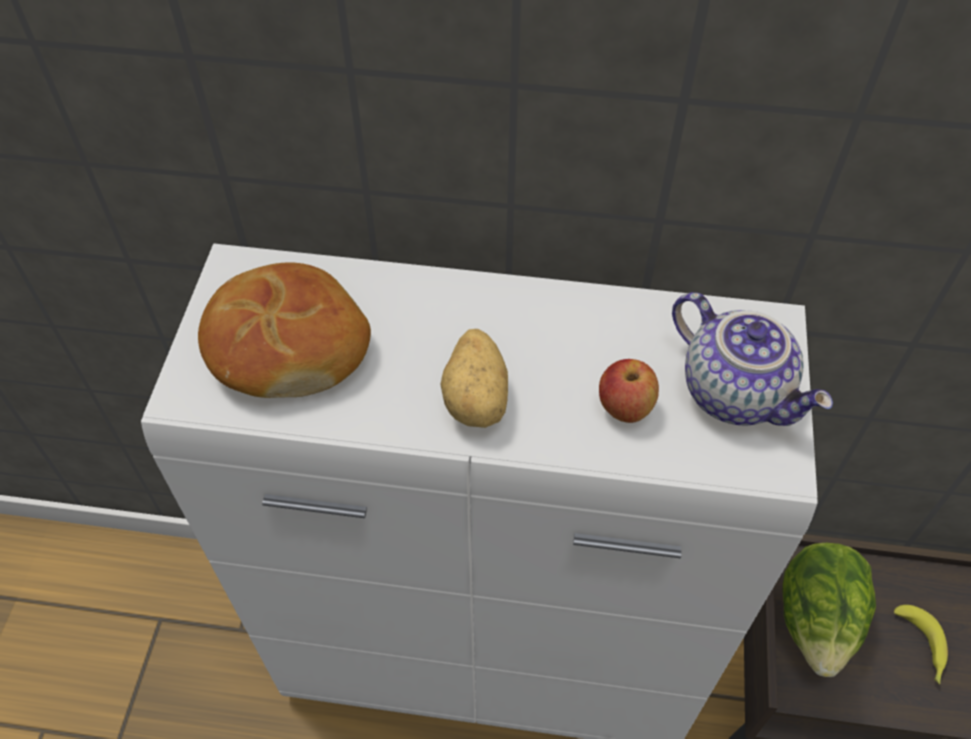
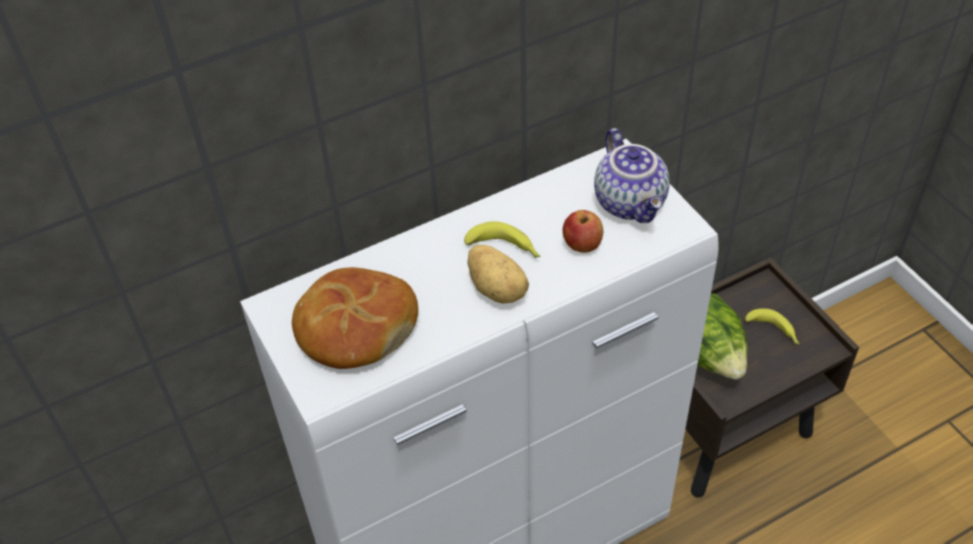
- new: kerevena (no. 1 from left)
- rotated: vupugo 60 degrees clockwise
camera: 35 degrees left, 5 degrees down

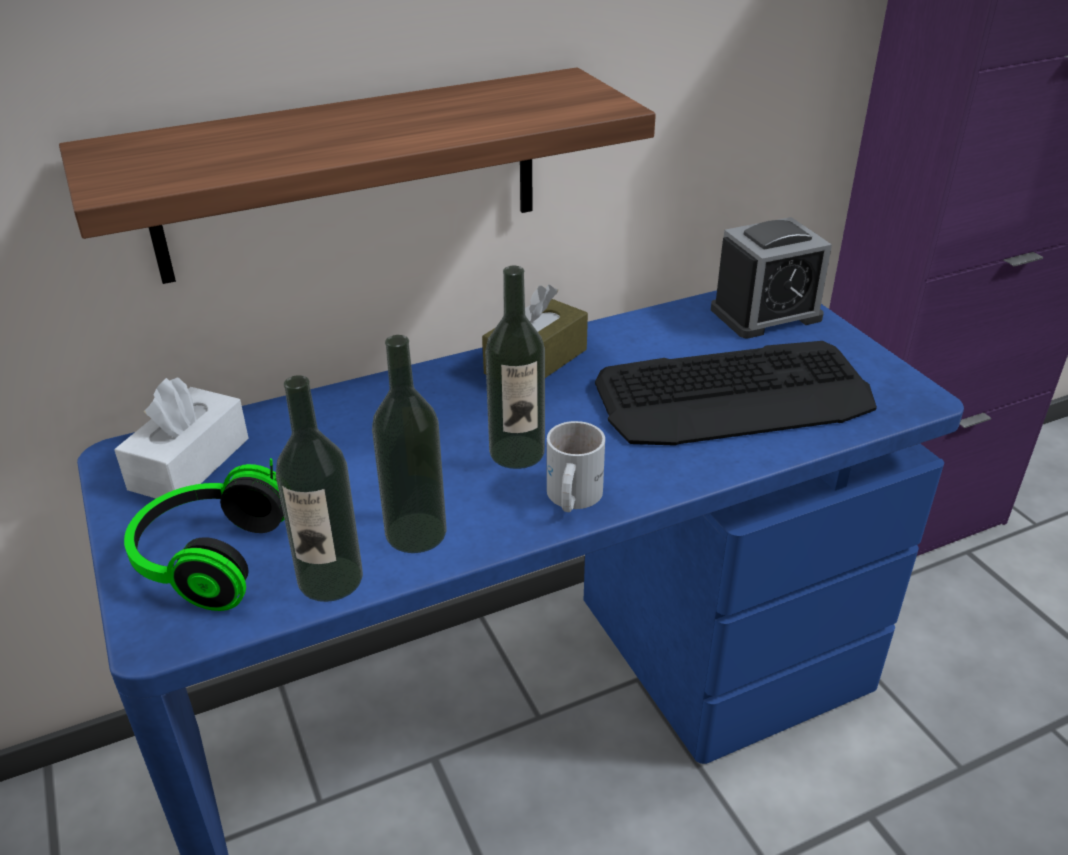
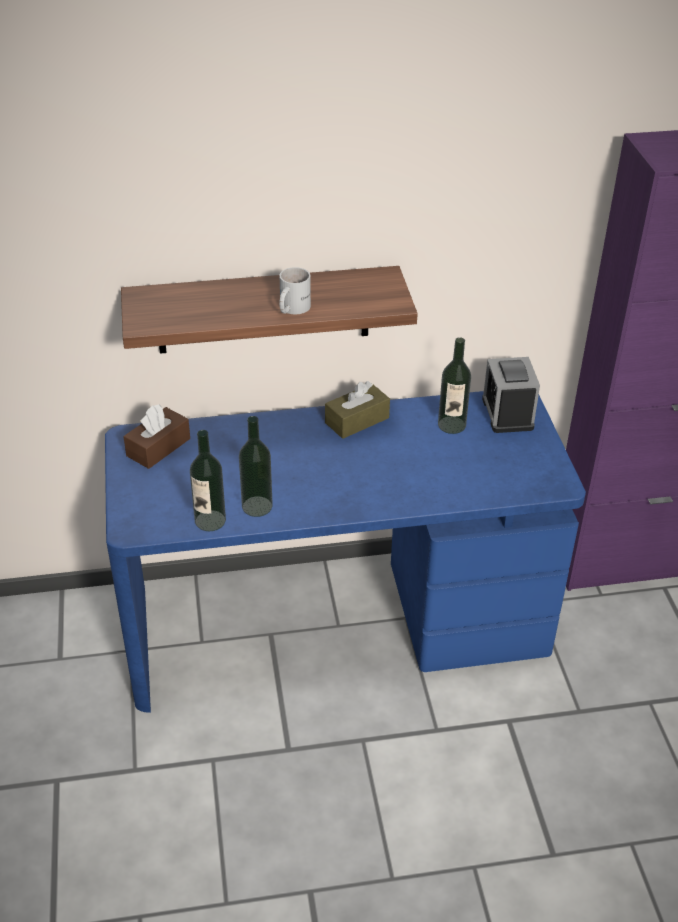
- repainted: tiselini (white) to tiselini (brown) (no. 1 from left)
- shifted: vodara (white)
- shifted: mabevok (no. 3 from left)
- rotated: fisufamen 90 degrees clockwise
- gone: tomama
- gone: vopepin
camera: 15 degrees right, 5 degrees up

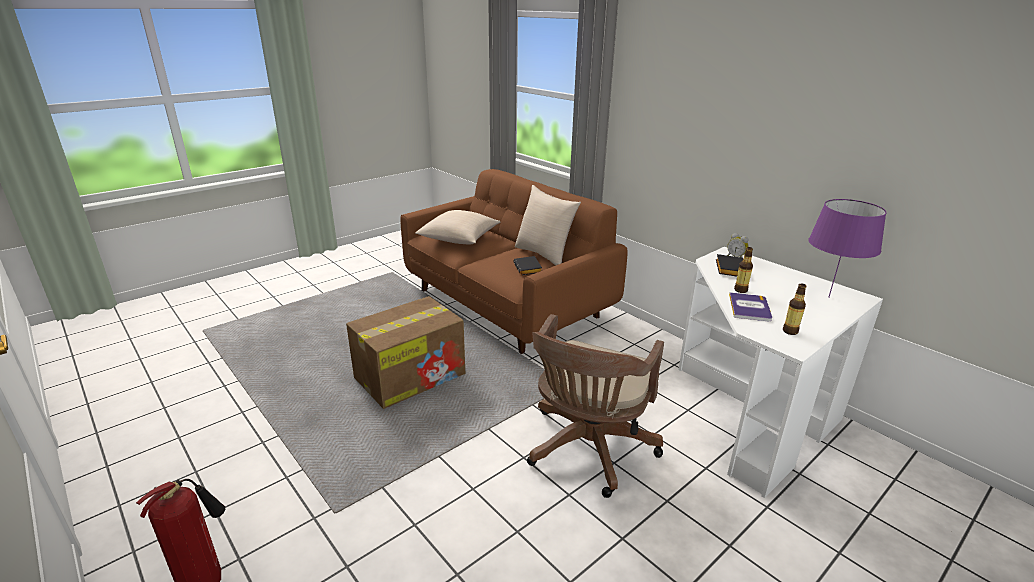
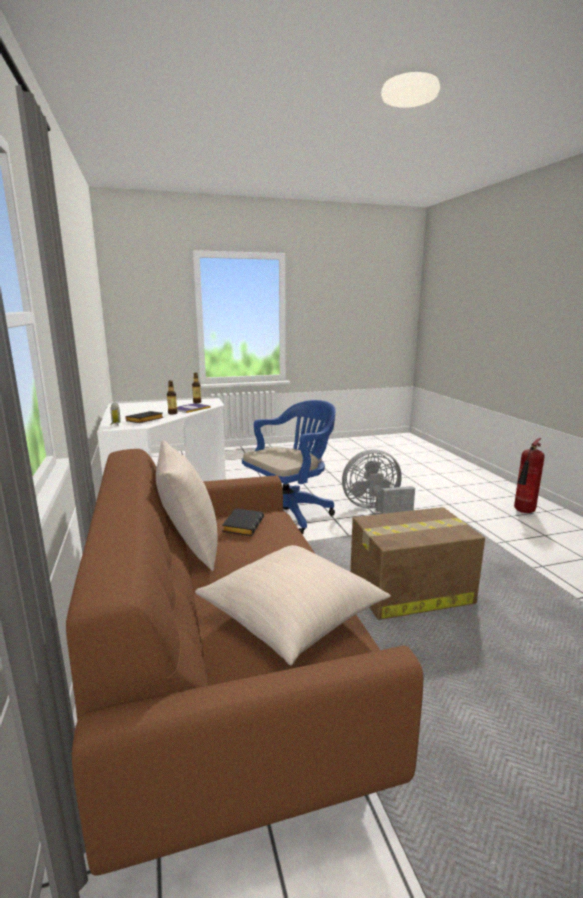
- repainted: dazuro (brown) to dazuro (blue)
- new: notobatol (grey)
- gone: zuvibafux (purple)
camera: 155 degrees left, 10 degrees down

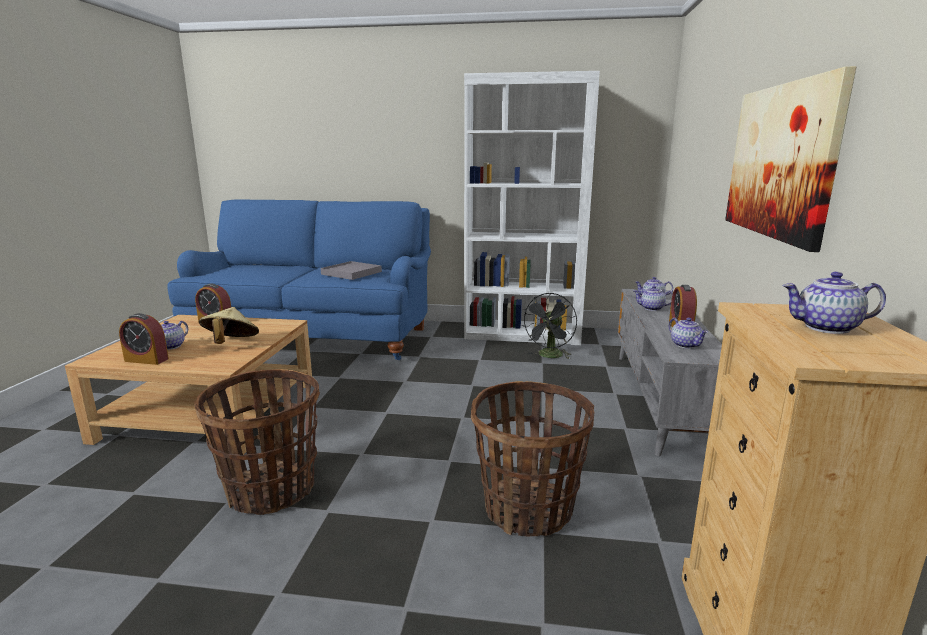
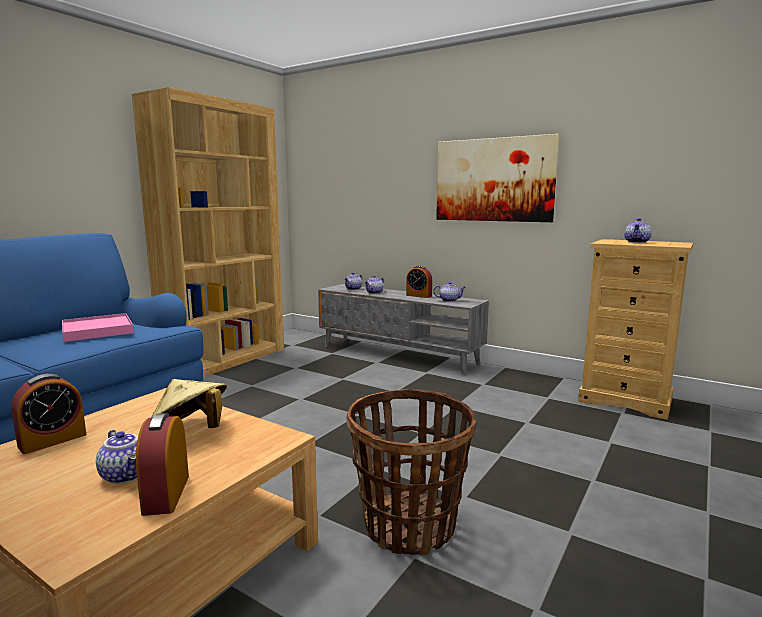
- repainted: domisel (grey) to domisel (pink)
- repainted: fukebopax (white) to fukebopax (brown)
- rotated: fisufamen (no. 1 from left in the first image) 135 degrees clockwise
- gone: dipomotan (no. 2 from left)
- gone: notobatol (black)
camera: 65 degrees left, 5 degrees down

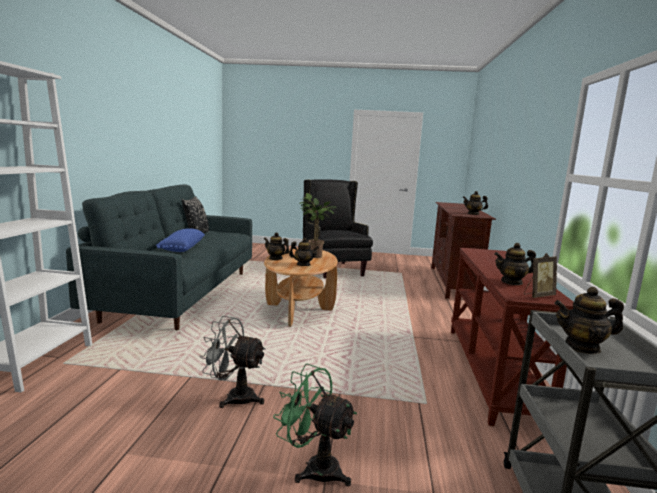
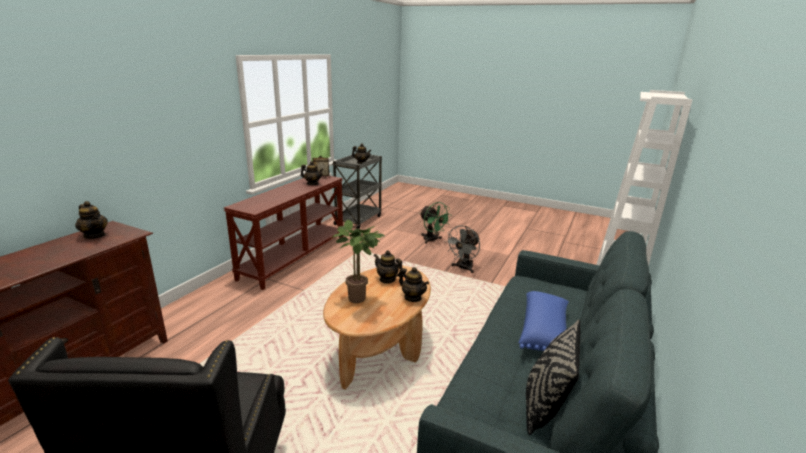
- rotated: notobatol (grey) 90 degrees clockwise
camera: 160 degrees left, 10 degrees up

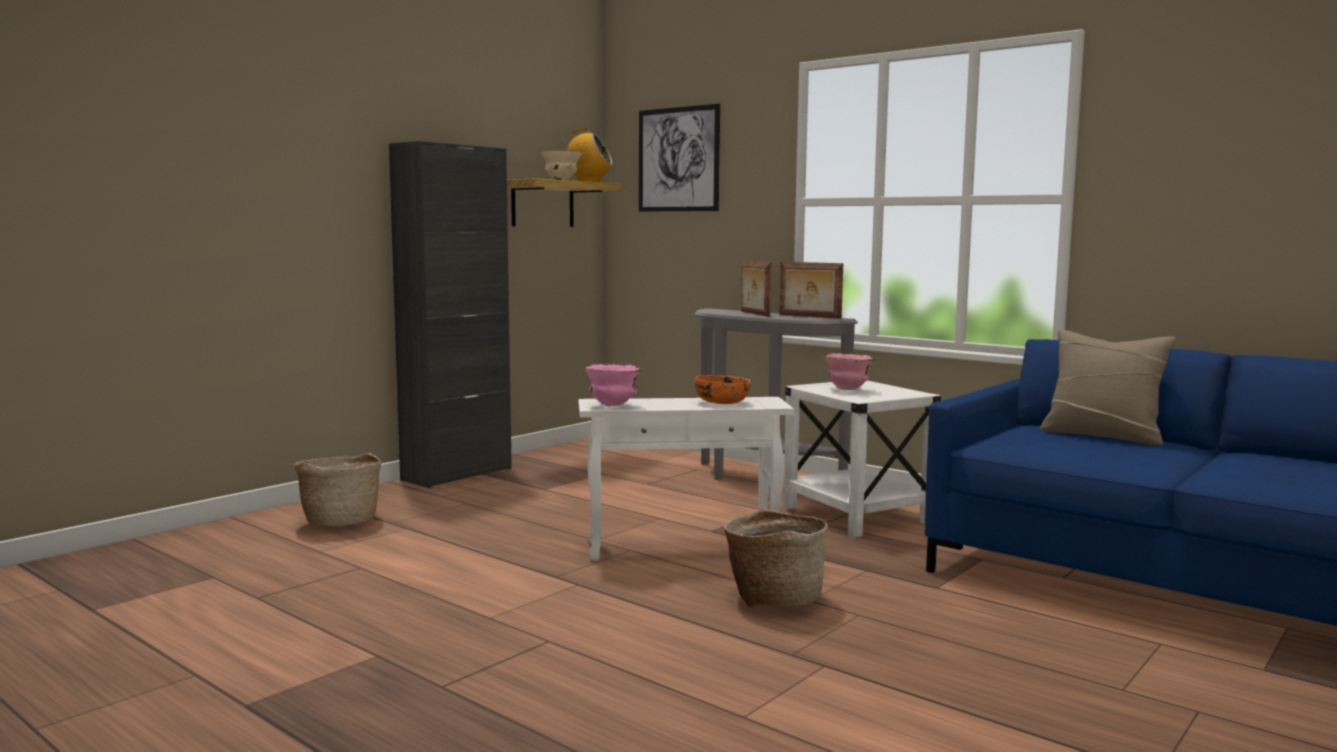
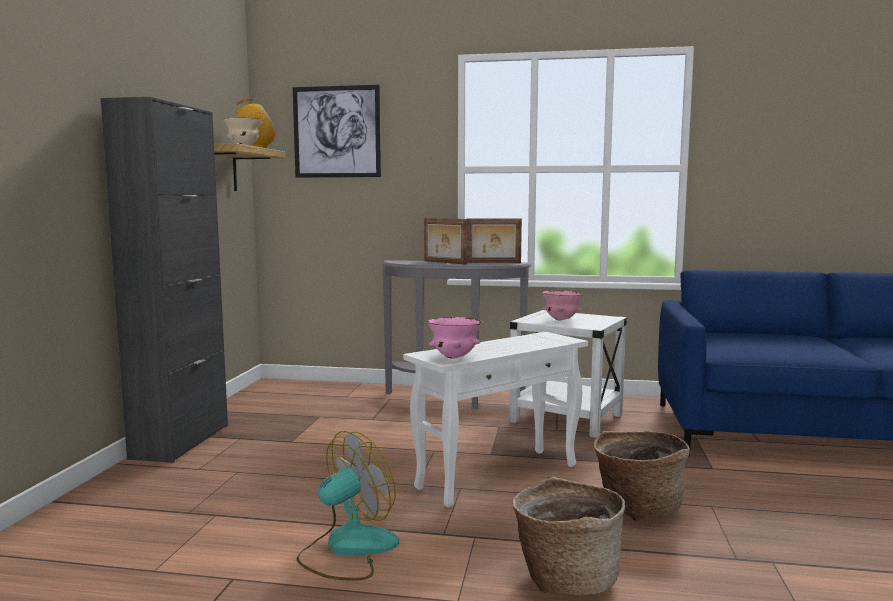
- new: notobatol
- shifted: dipomotan (no. 1 from left)
- gone: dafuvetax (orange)
- gone: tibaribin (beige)
camera: 30 degrees left, 0 degrees up

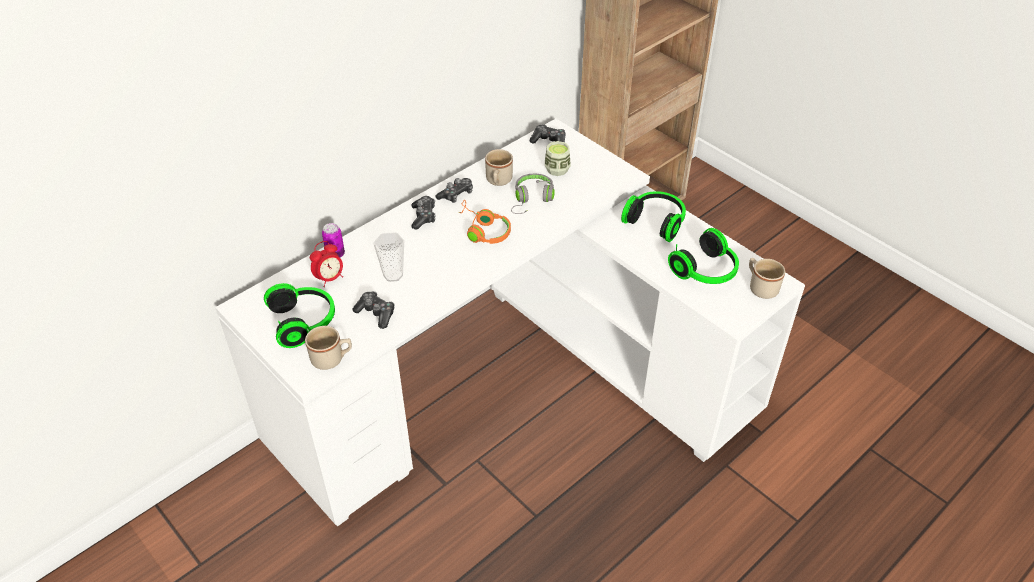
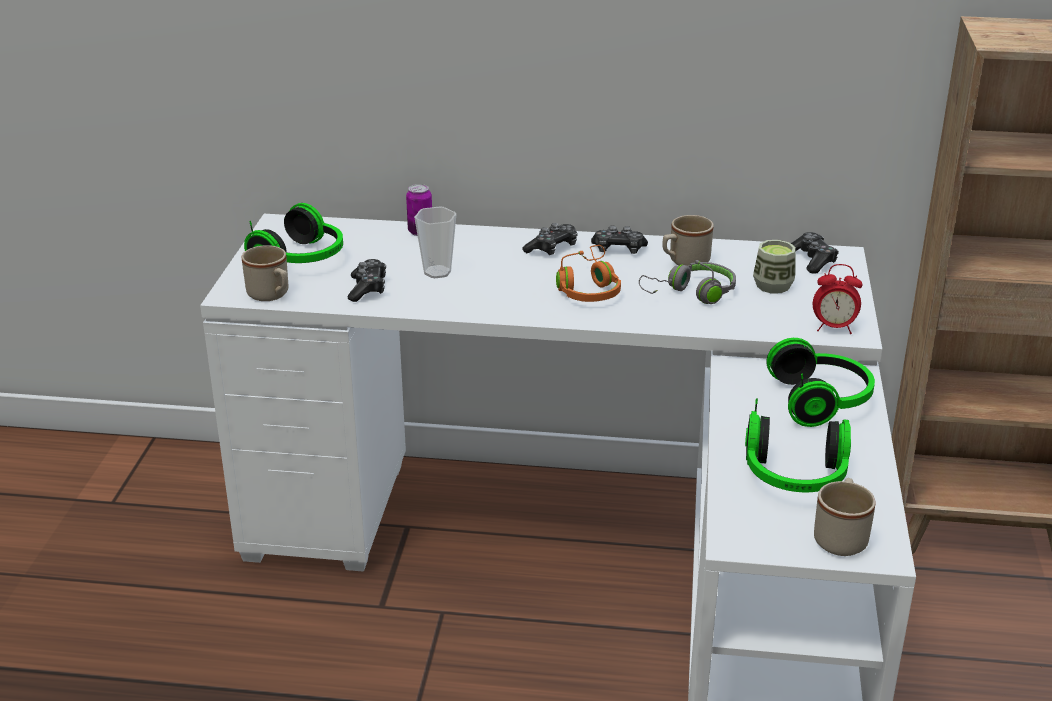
- shifted: fisufamen
camera: 50 degrees right, 15 degrees down

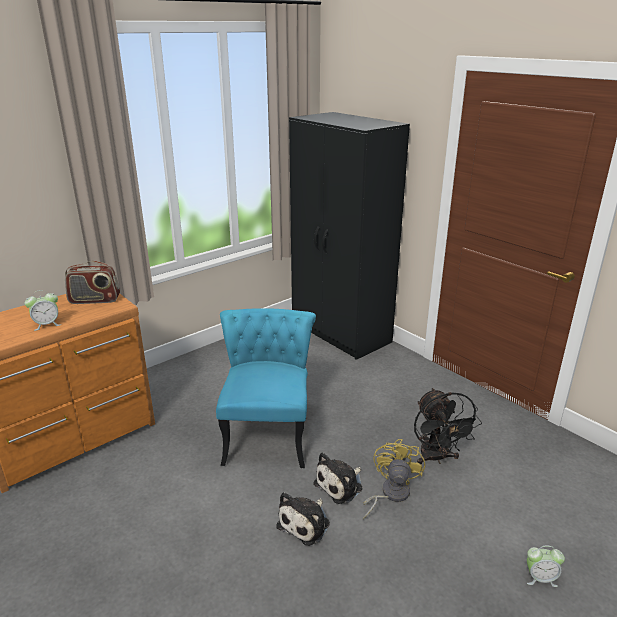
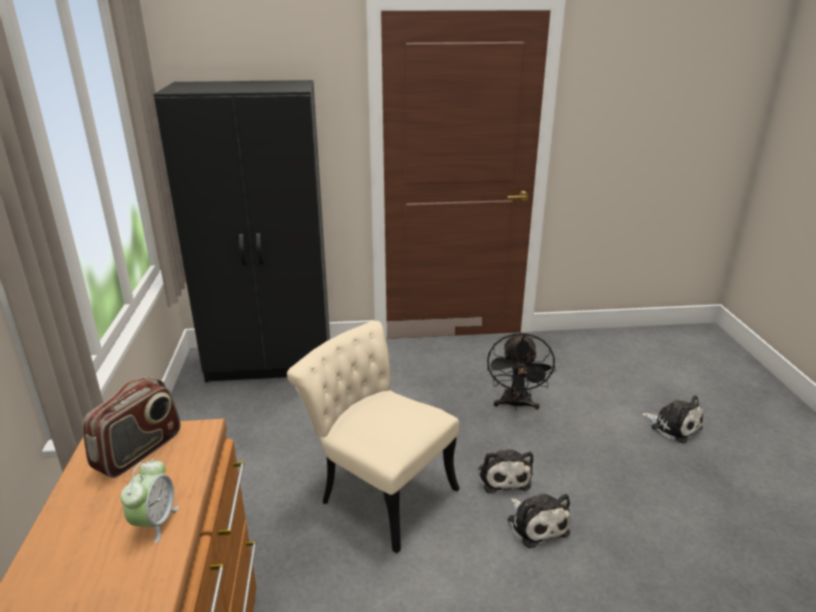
- repainted: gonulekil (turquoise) to gonulekil (beige)
- rotated: notobatol (black) 75 degrees clockwise
- swapped: fisufamen (no. 2 from left) to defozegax (no. 3 from left)
- gone: notobatol (yellow)
camera: 55 degrees left, 0 degrees up

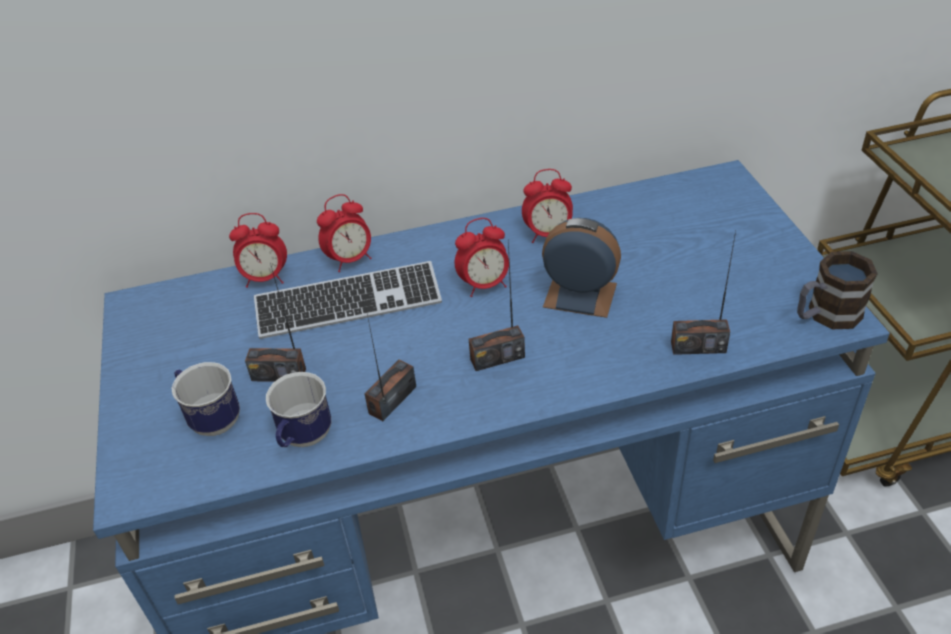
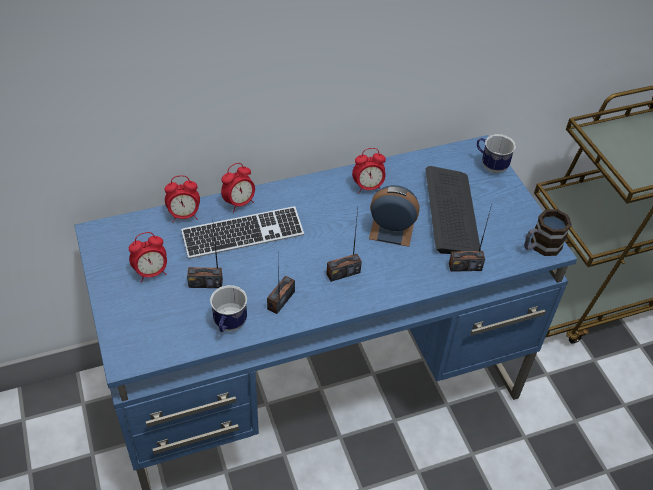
- shifted: fisufamen (no. 3 from left in the first image) to fisufamen (no. 1 from left)
- new: vopepin (no. 2 from left)
- shifted: vodara (no. 1 from left in the first image) to vodara (no. 2 from left)
camera: 10 degrees left, 5 degrees up

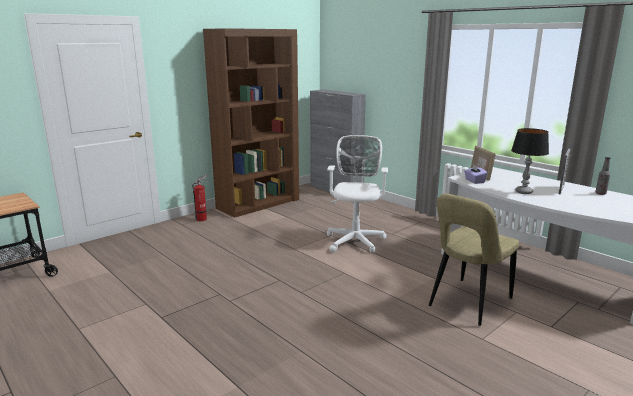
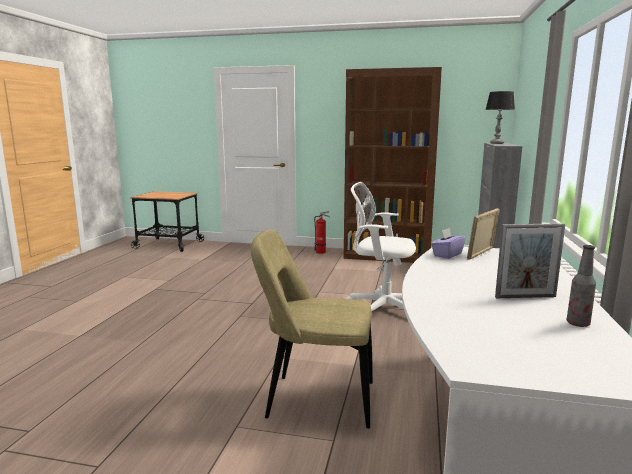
- rotated: dazuro (white) 135 degrees counterclockwise
- shifted: zuvibafux
camera: 55 degrees right, 5 degrees down

